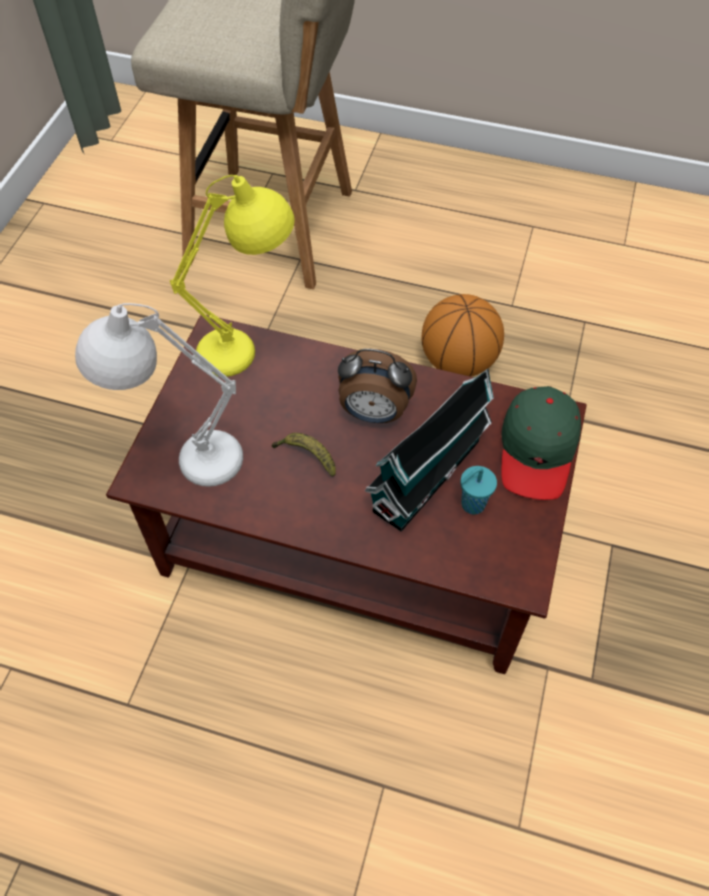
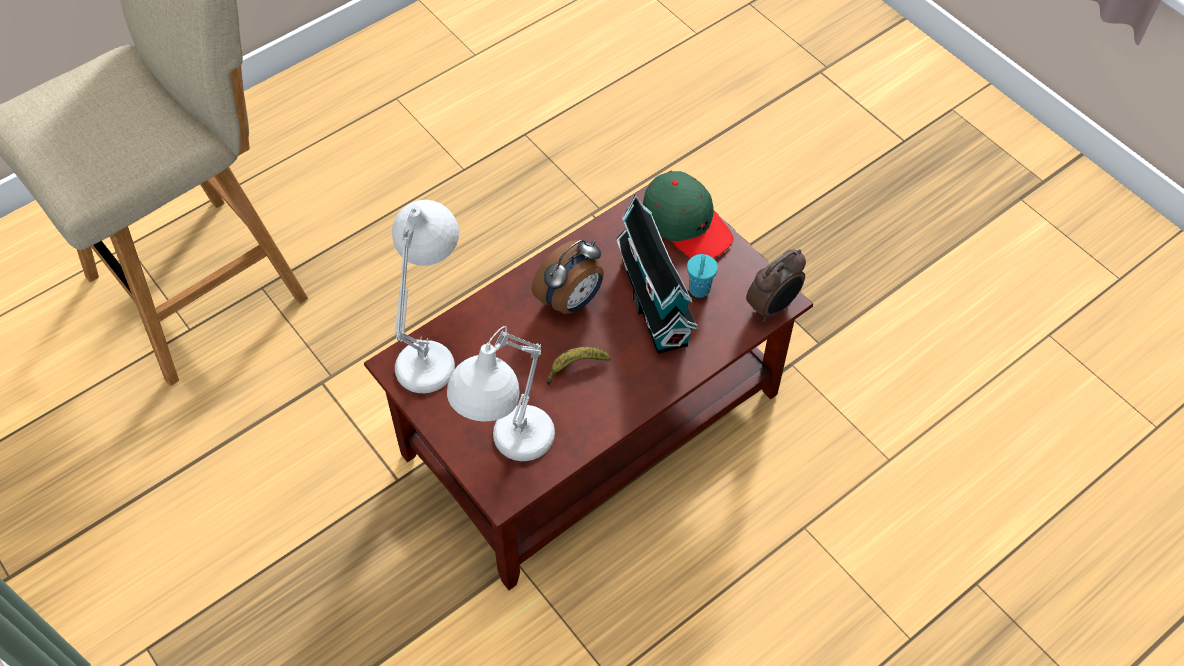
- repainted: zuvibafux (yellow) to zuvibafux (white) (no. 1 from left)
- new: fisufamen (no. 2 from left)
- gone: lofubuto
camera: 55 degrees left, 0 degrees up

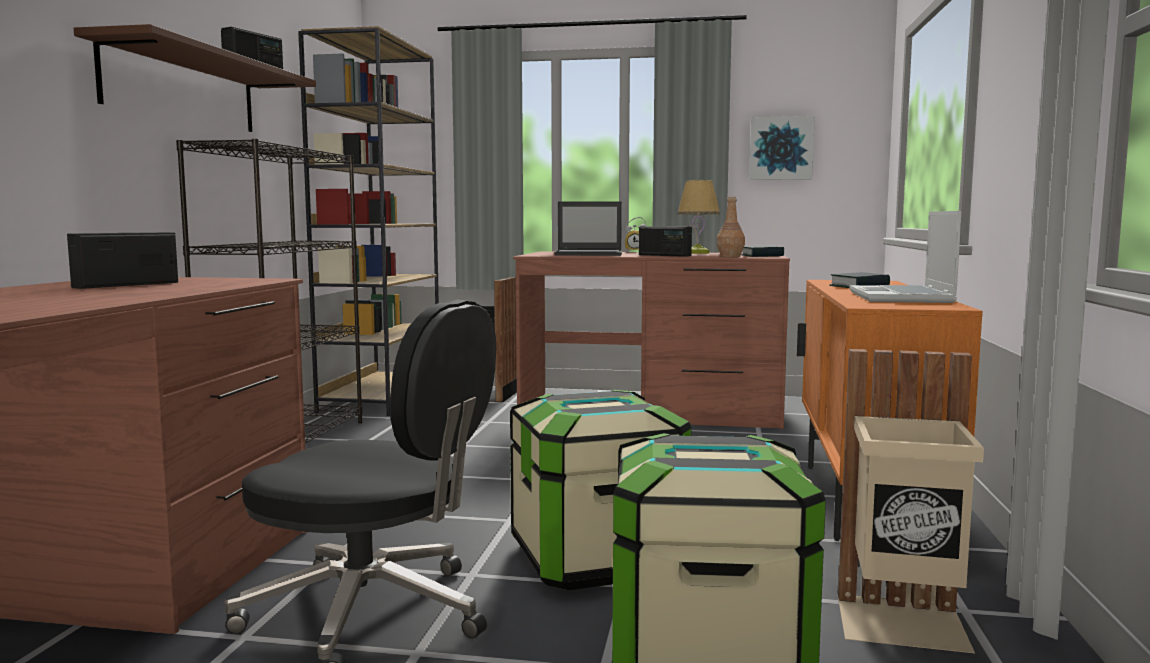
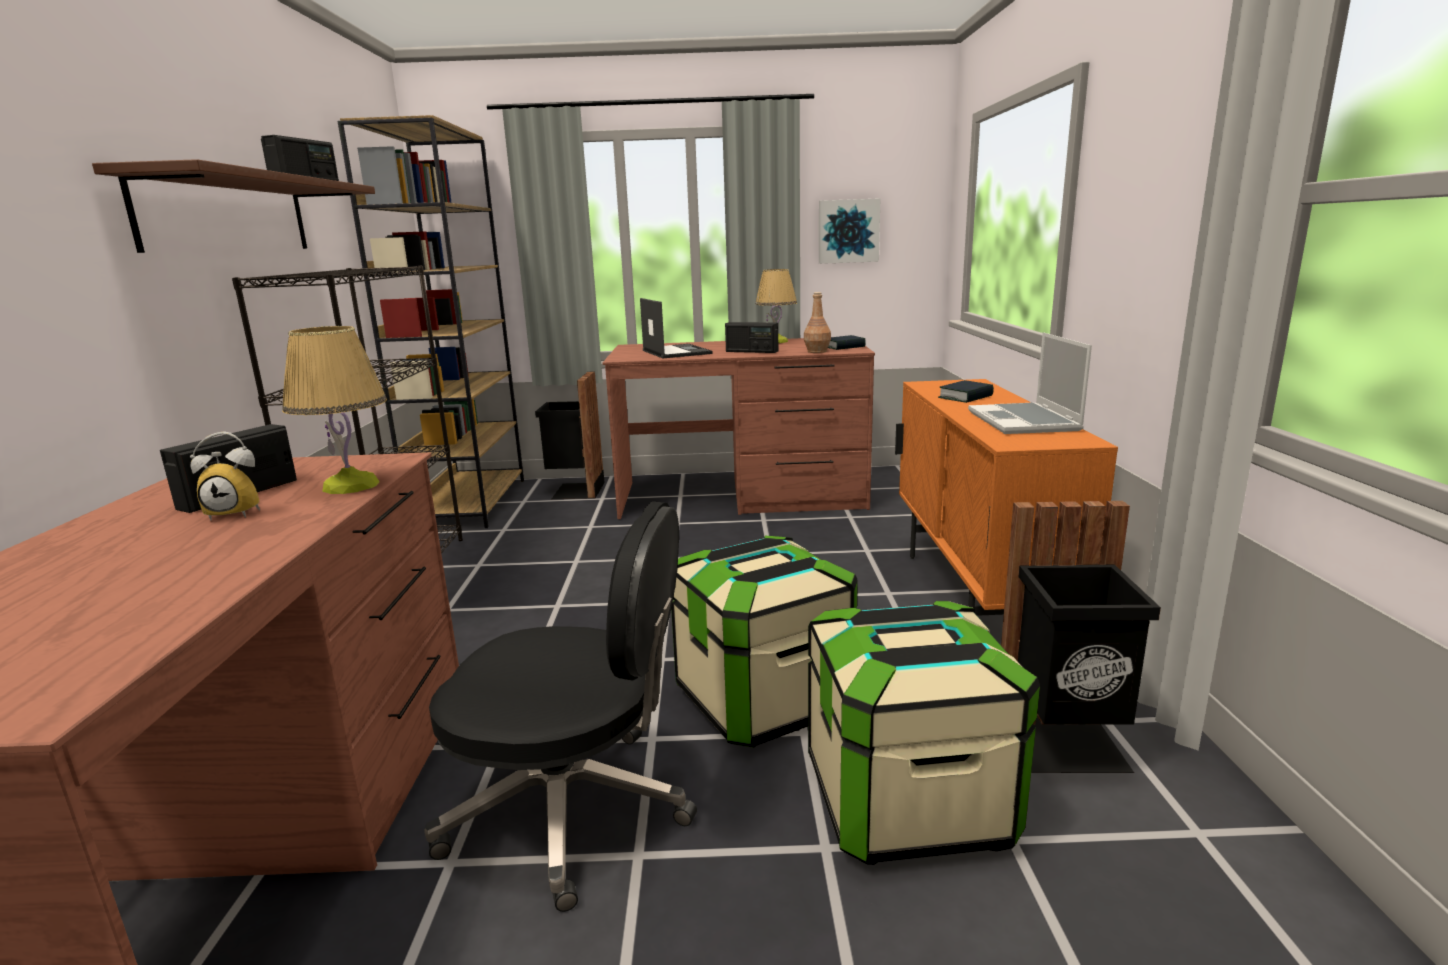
- shifted: fisufamen
- new: zuvibafux (no. 1 from left)
- rotated: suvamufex (no. 1 from left) 105 degrees counterclockwise
- repainted: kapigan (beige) to kapigan (black) (no. 2 from left)
camera: 10 degrees left, 10 degrees up

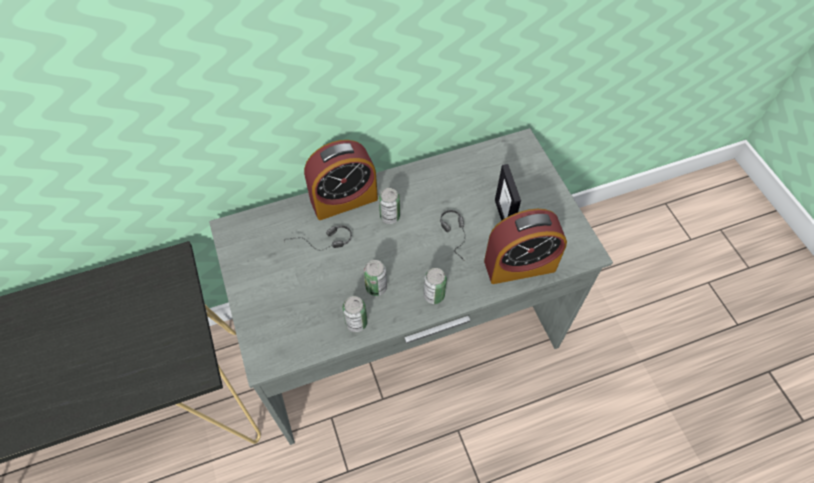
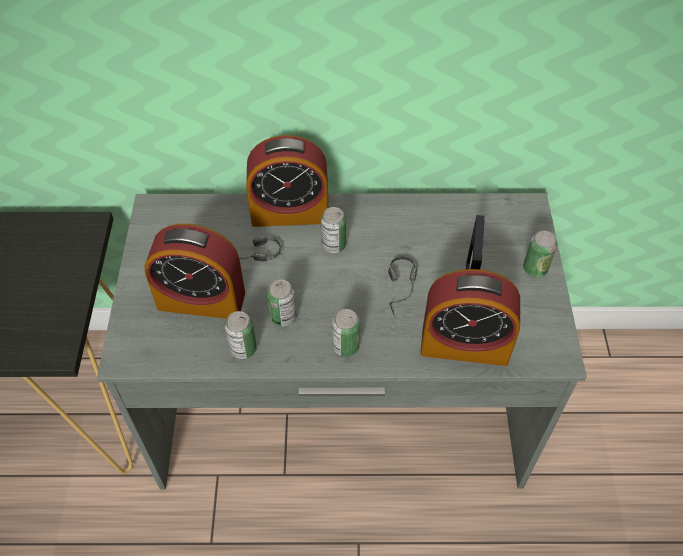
- new: fisufamen (no. 1 from left)
- new: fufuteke (no. 5 from left)
camera: 20 degrees right, 5 degrees down

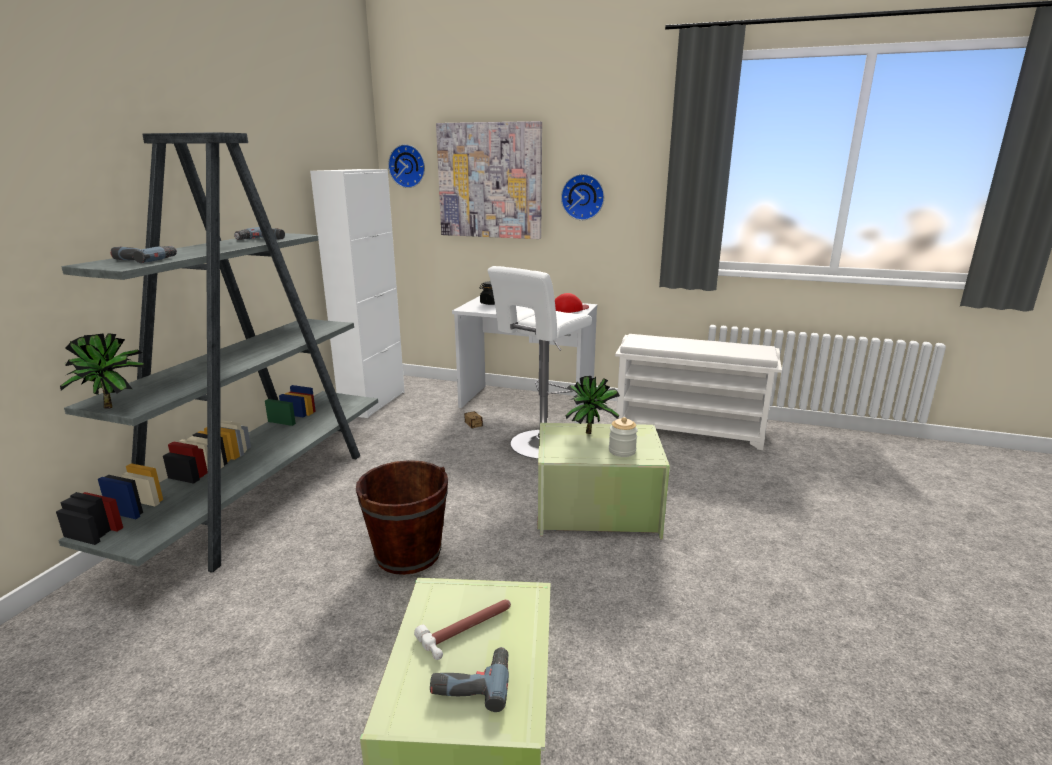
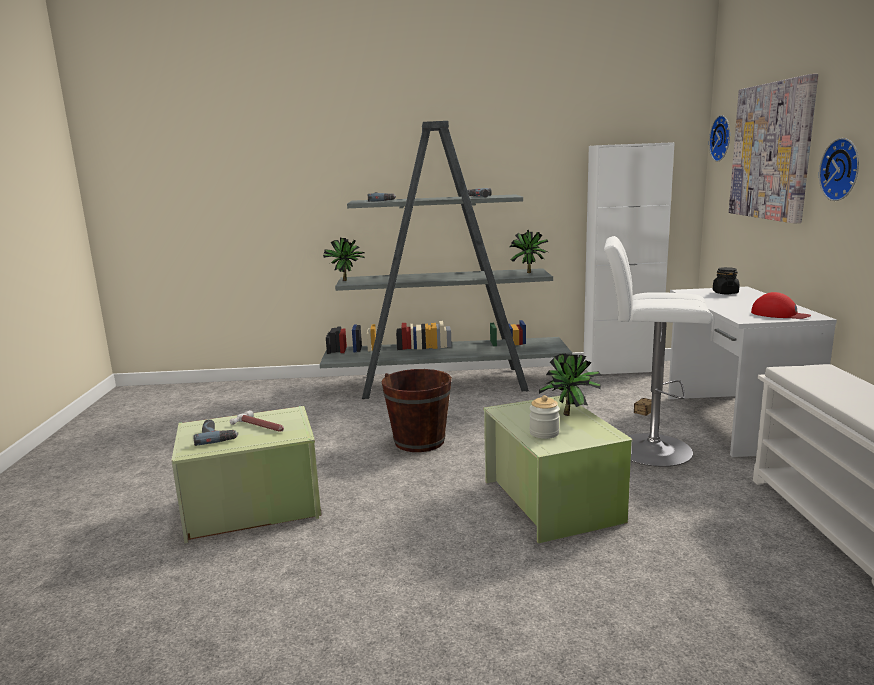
- new: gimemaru (no. 2 from left)
camera: 70 degrees right, 5 degrees down

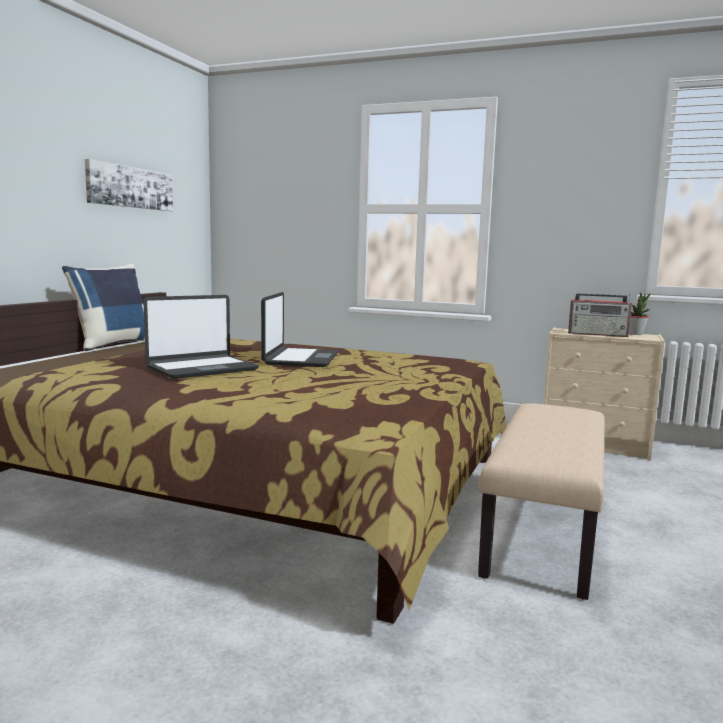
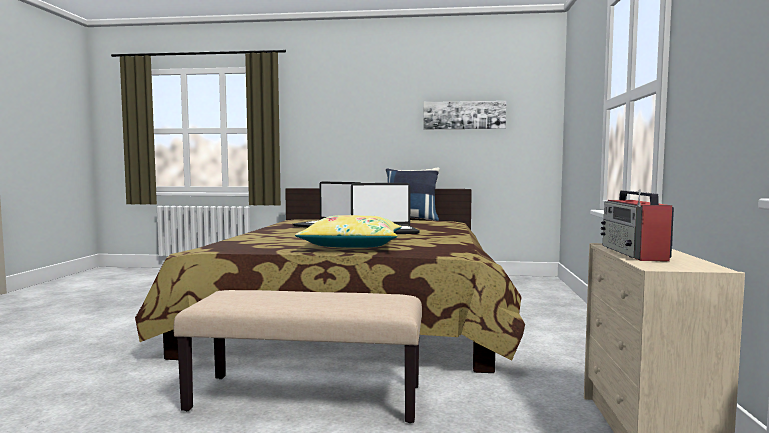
- new: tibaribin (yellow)
- gone: gimemaru
camera: 75 degrees right, 5 degrees down

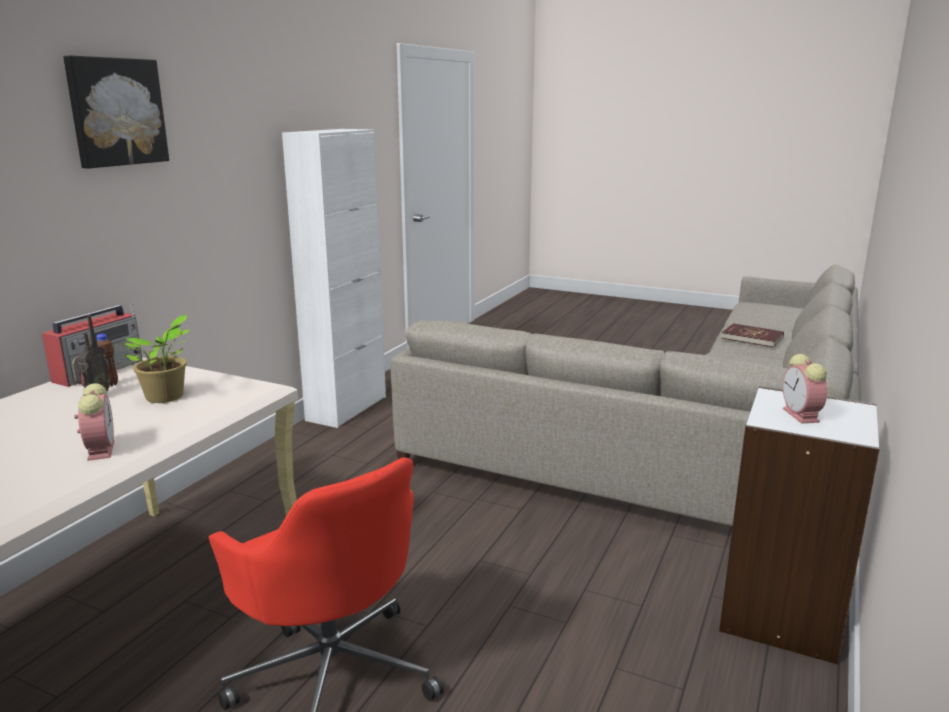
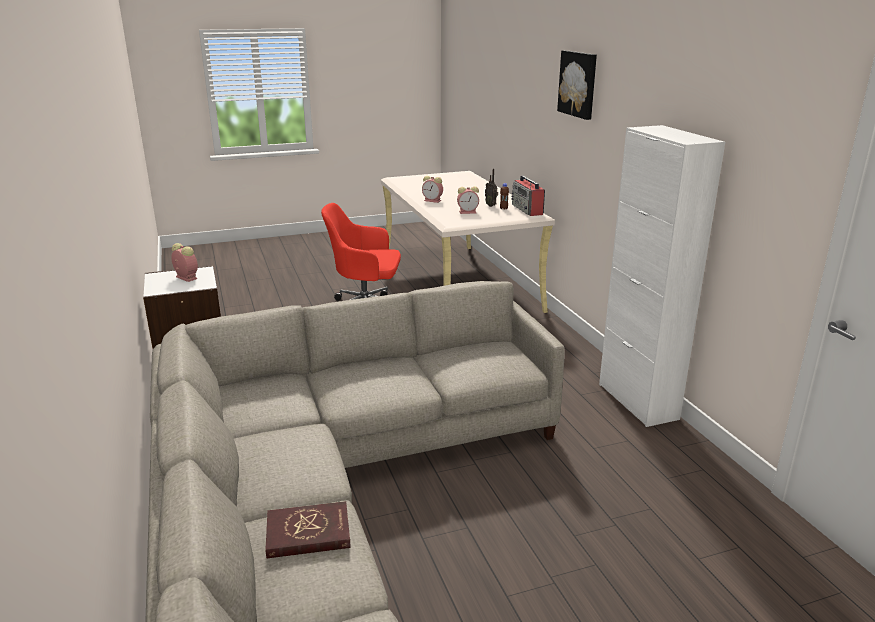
- swapped: gimemaru to fisufamen (no. 3 from left)
camera: 135 degrees right, 5 degrees up

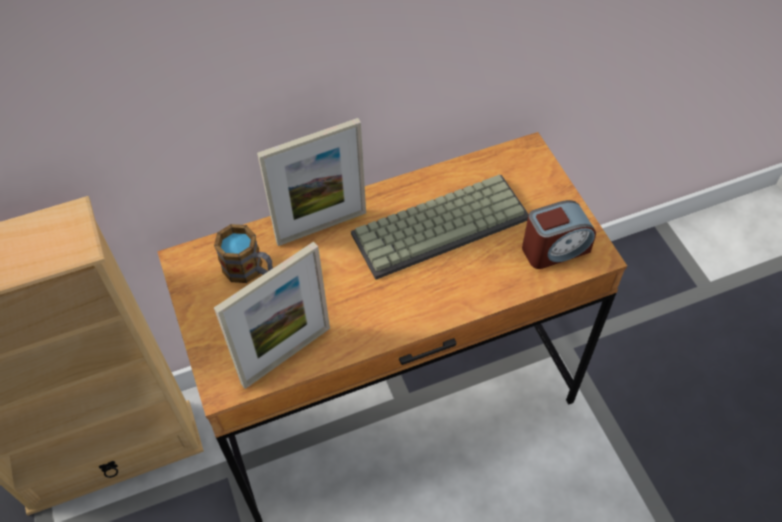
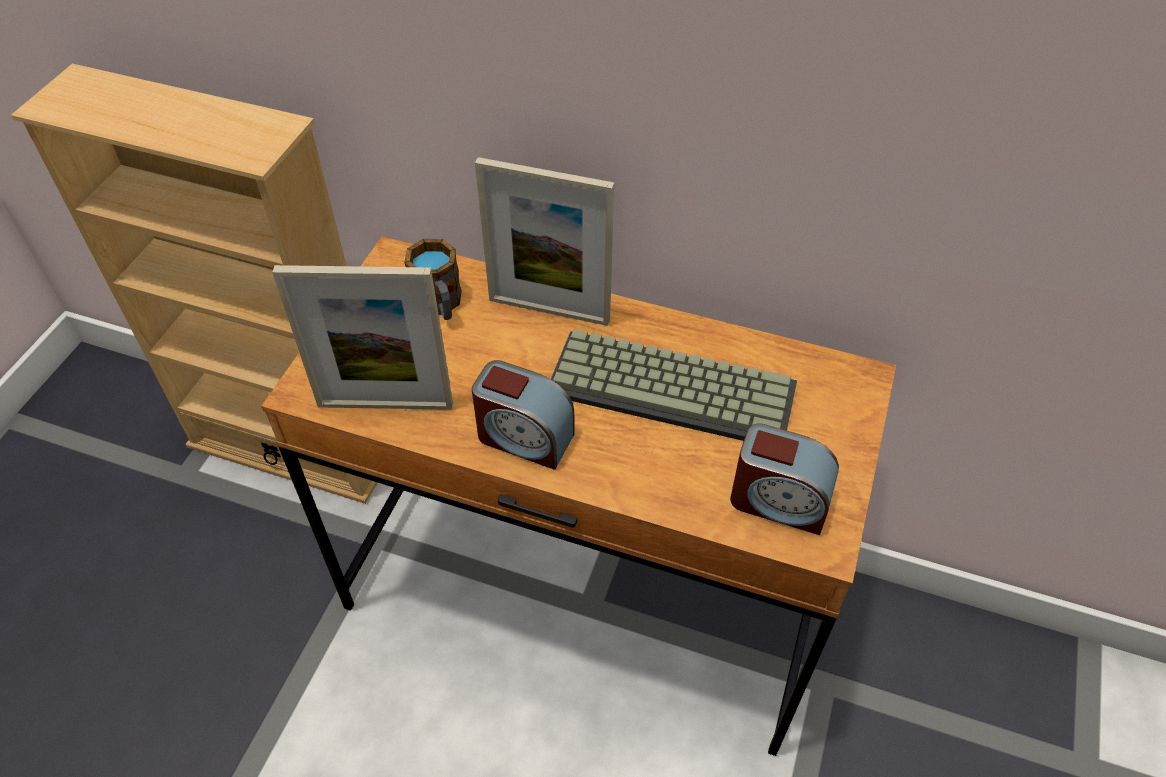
- new: fisufamen (no. 1 from left)
camera: 40 degrees right, 5 degrees down

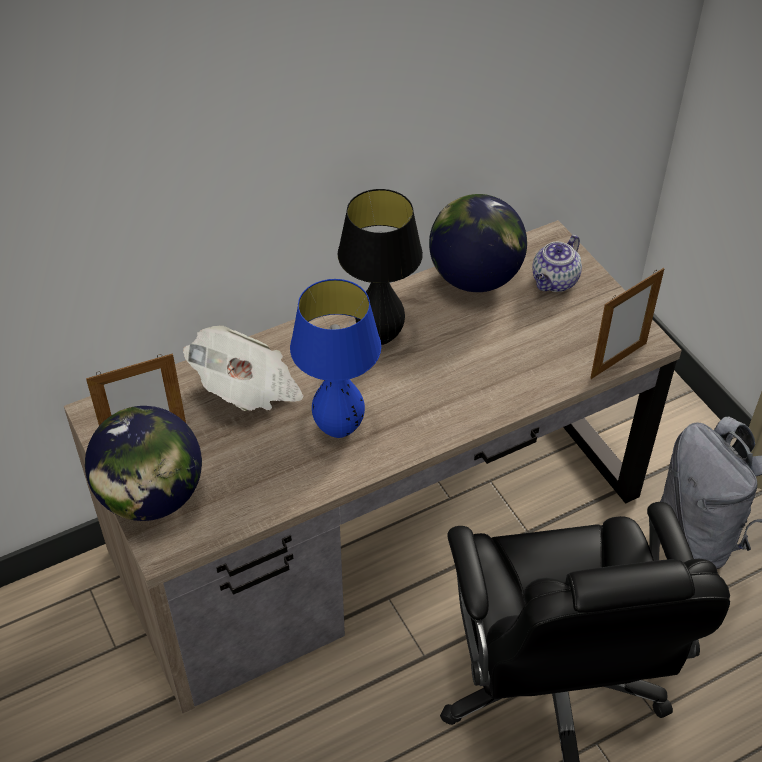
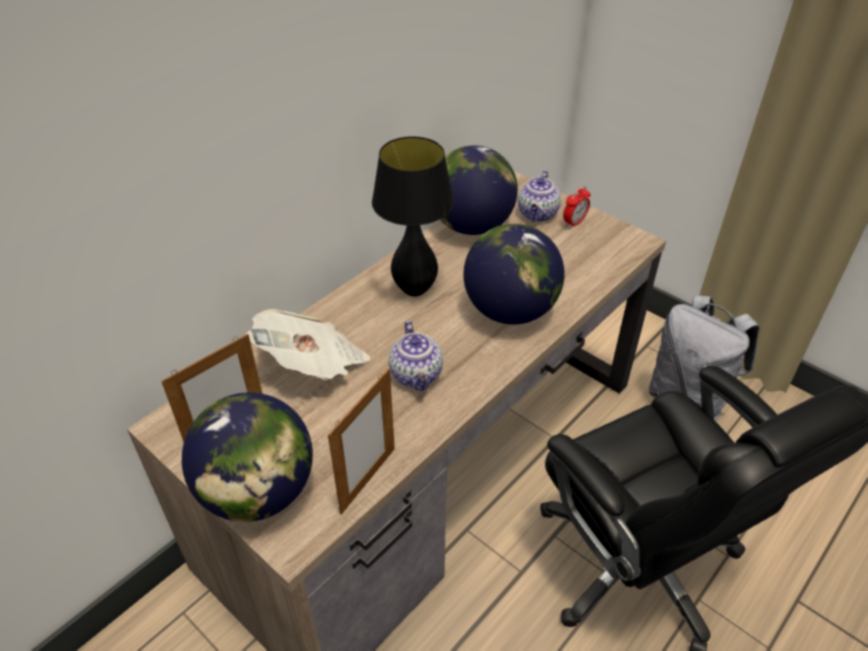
- shifted: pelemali (no. 2 from left)
- swapped: zuvibafux (blue) to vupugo (no. 1 from left)
- new: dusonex (no. 3 from left)
- new: fisufamen
camera: 20 degrees left, 5 degrees down

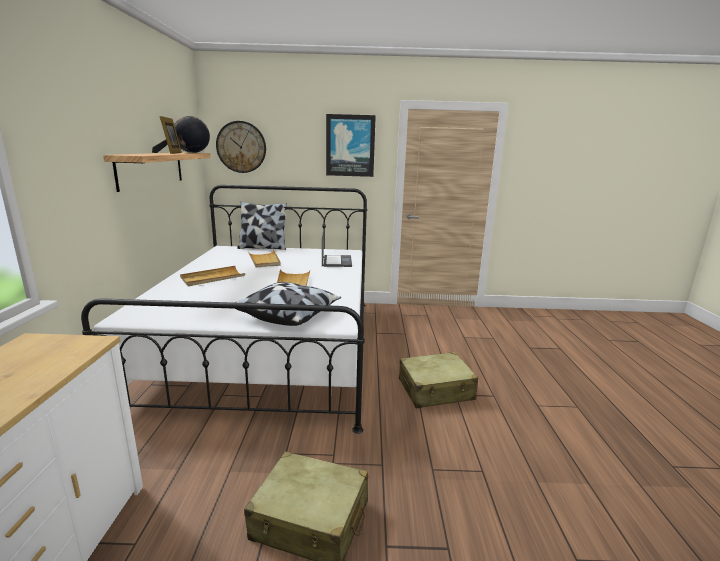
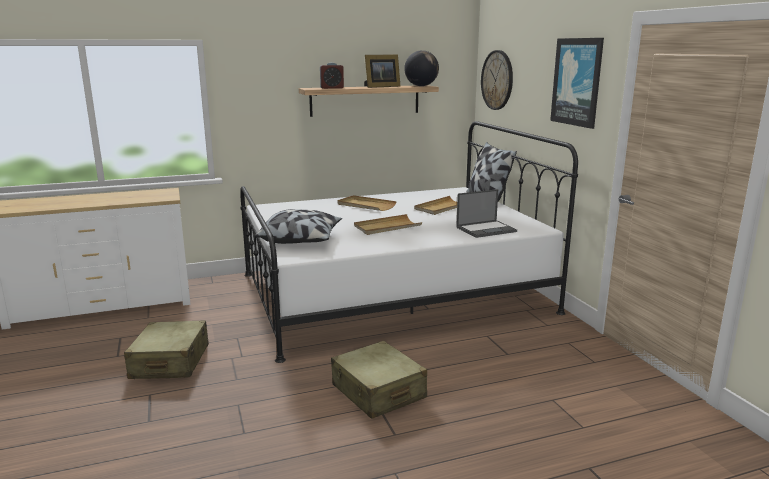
- new: fisufamen
camera: 70 degrees right, 0 degrees up

